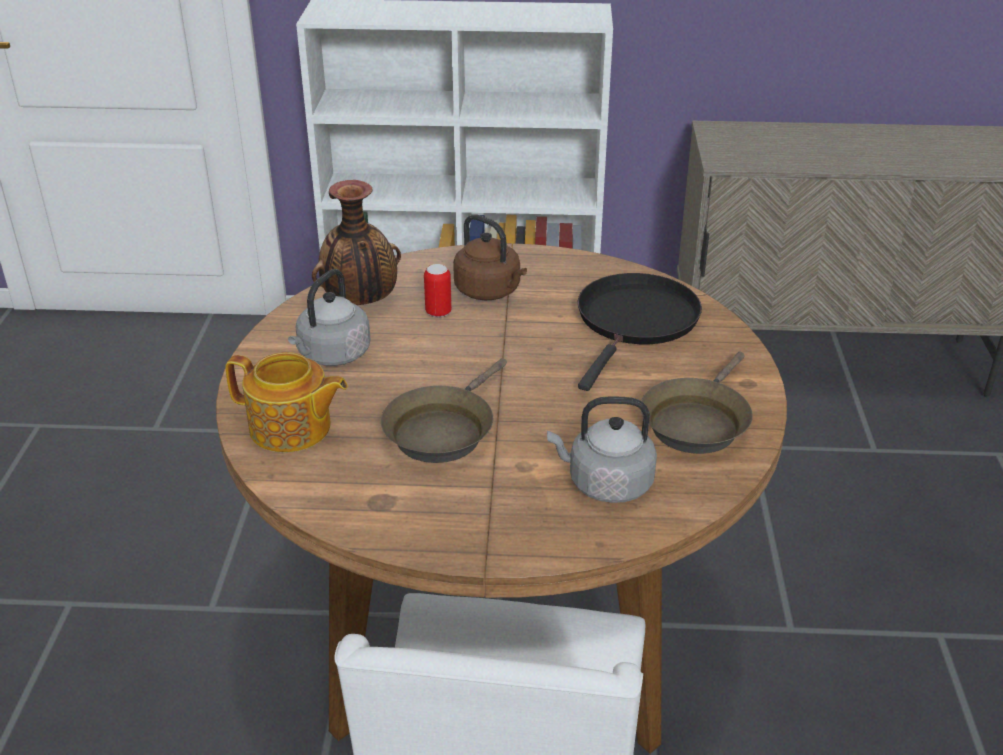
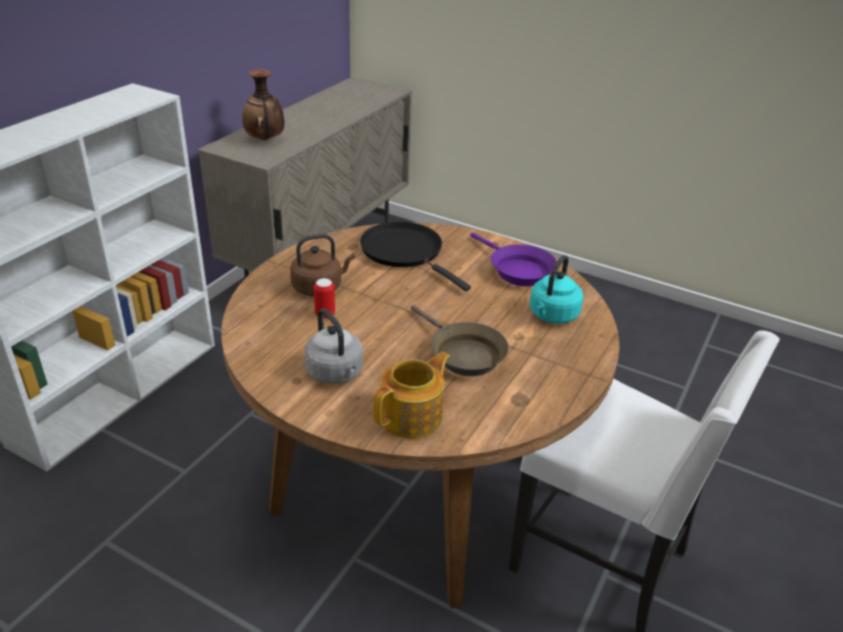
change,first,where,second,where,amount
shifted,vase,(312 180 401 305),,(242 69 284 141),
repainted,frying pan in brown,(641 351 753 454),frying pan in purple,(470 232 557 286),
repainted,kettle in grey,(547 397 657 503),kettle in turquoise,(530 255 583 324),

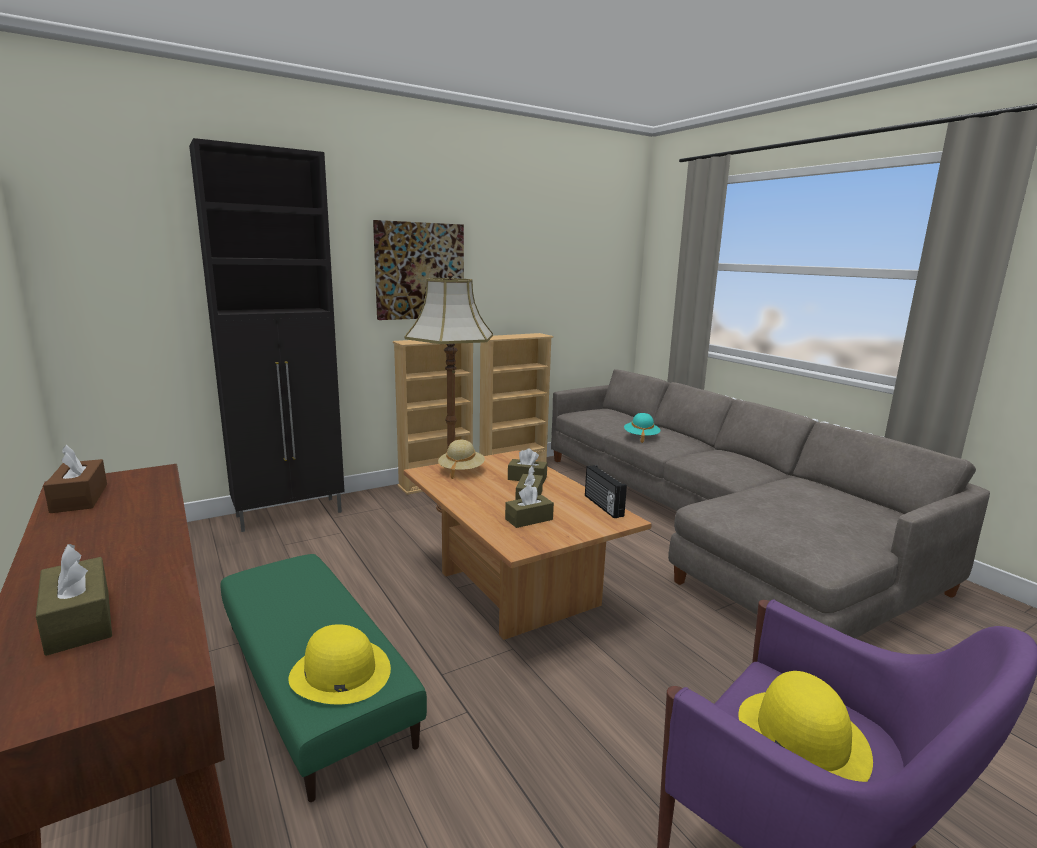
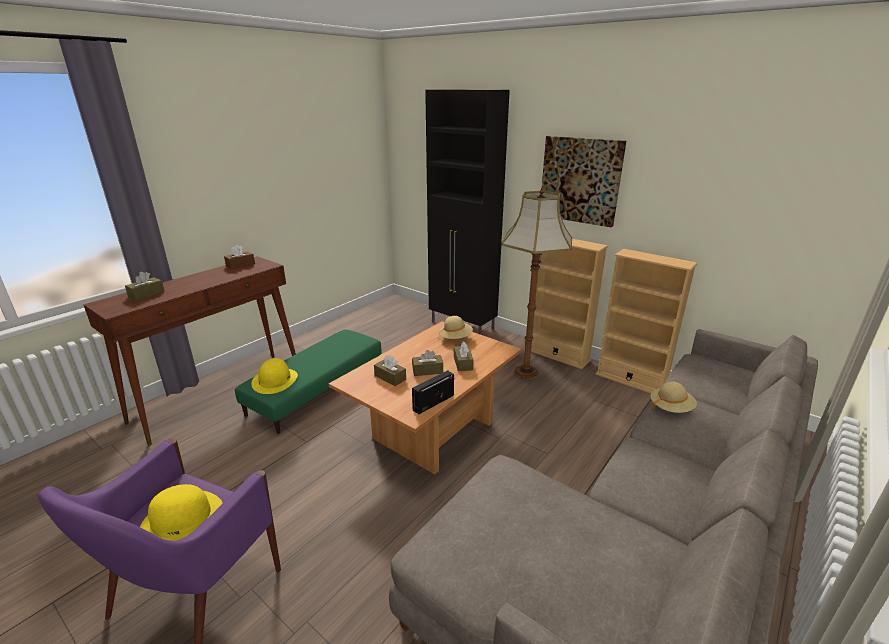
change,first,where,second,where,amount
repainted,hat in turquoise,(624 413 660 443),hat in beige,(650 381 697 413),

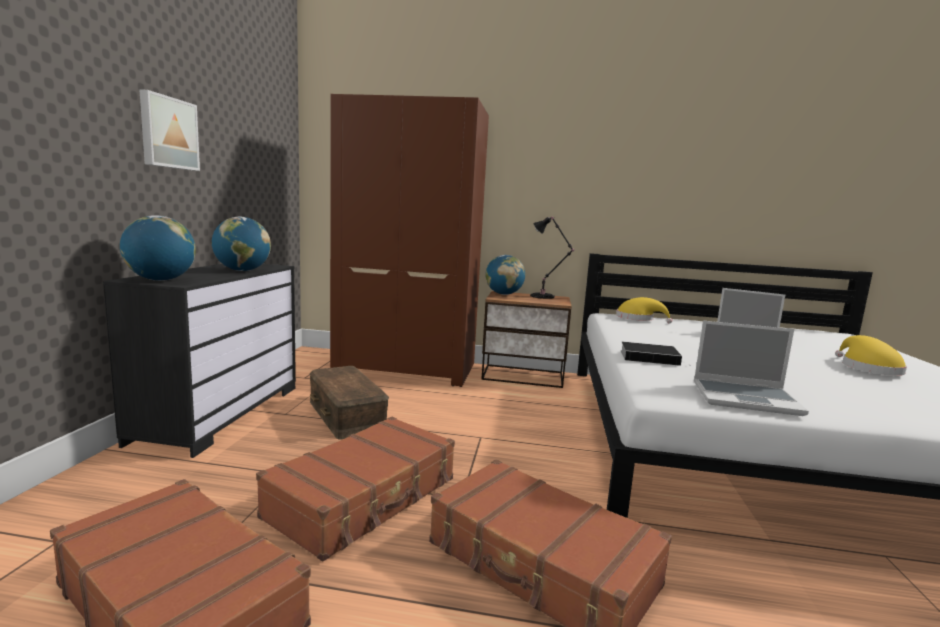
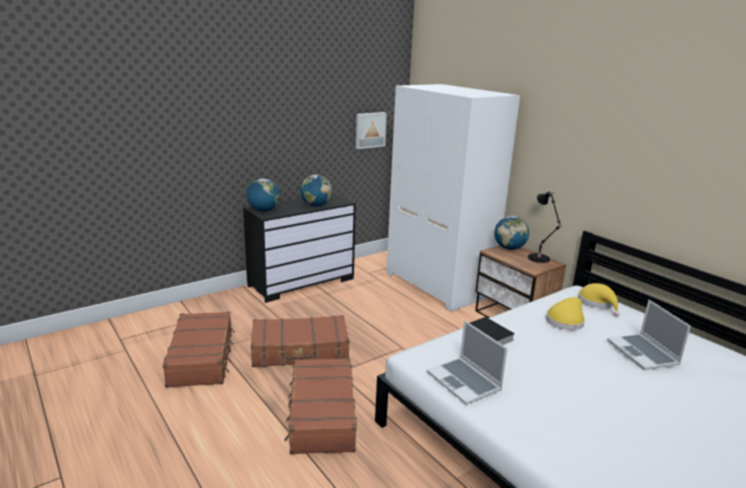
change,first,where,second,where,amount
shifted,picture,(140 90 200 171),,(356 112 387 149),
repainted,wardrobe in brown,(330 94 489 387),wardrobe in white,(386 84 520 312),
shifted,hat in yellow,(835 335 907 376),,(546 297 585 330),
gone,storage box in brown,(309 366 389 439),,,

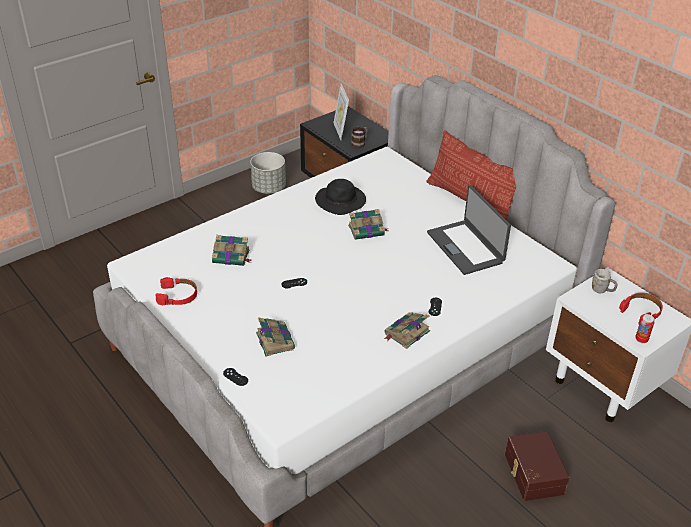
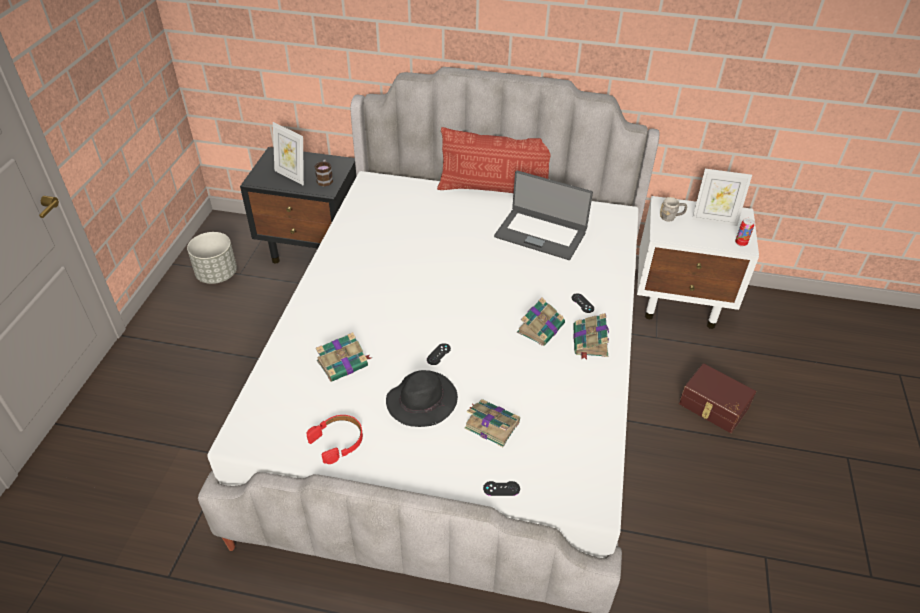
change,first,where,second,where,amount
shifted,hat in black,(315 179 366 215),,(386 370 458 427),
shifted,book,(348 209 388 240),,(517 297 565 346),
swapped,headphones in red,(619 293 663 324),picture frame,(692 169 752 226),

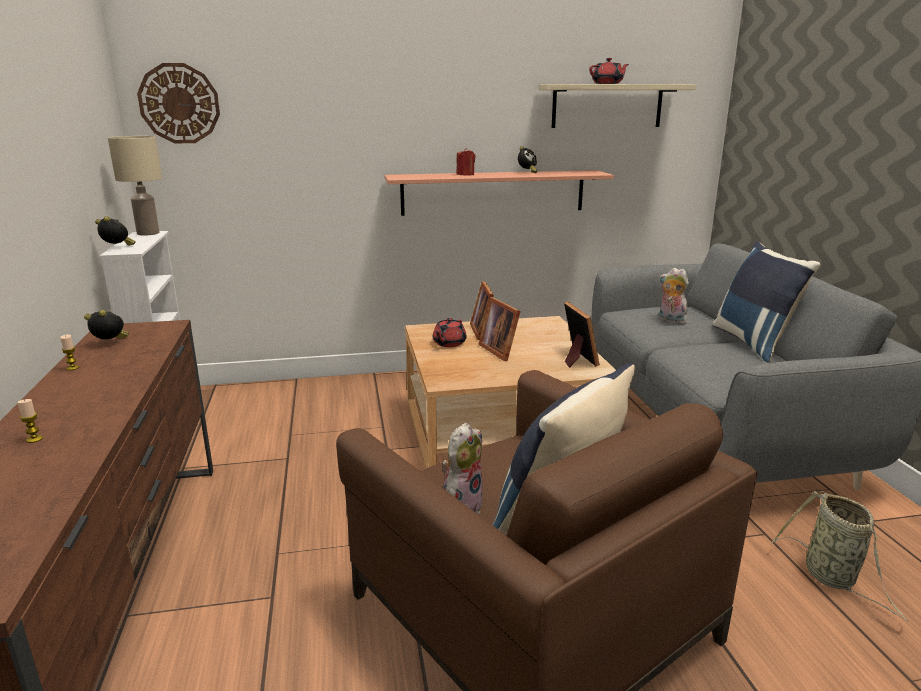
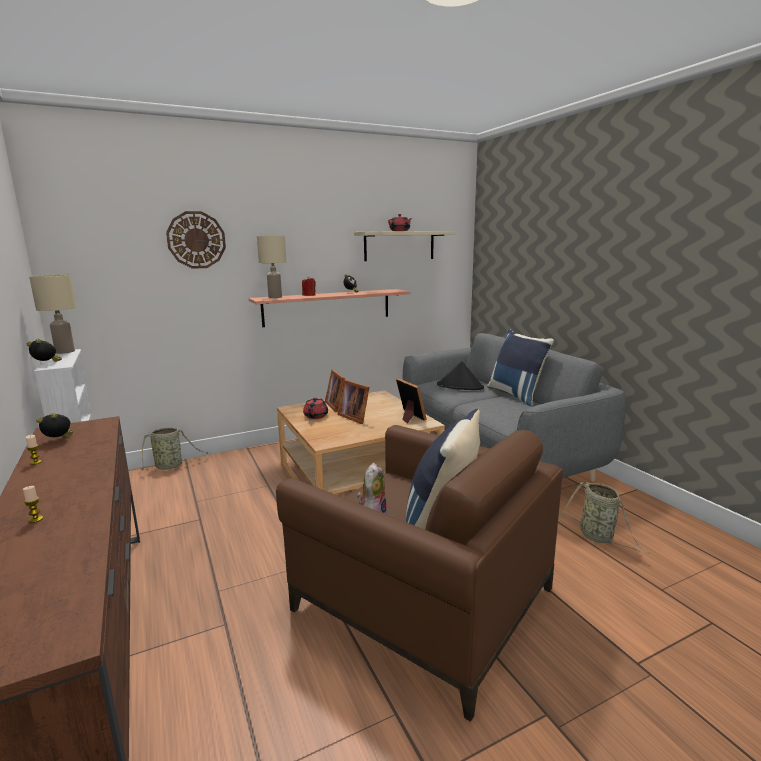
change,first,where,second,where,amount
shifted,wall clock,(137 63 220 143),,(166 211 226 269),
swapped,plush toy,(659 268 689 325),hat in black,(437 361 484 390),
new,,,table lamp in beige,(257 236 286 298),
new,,,basket,(139 428 208 470),

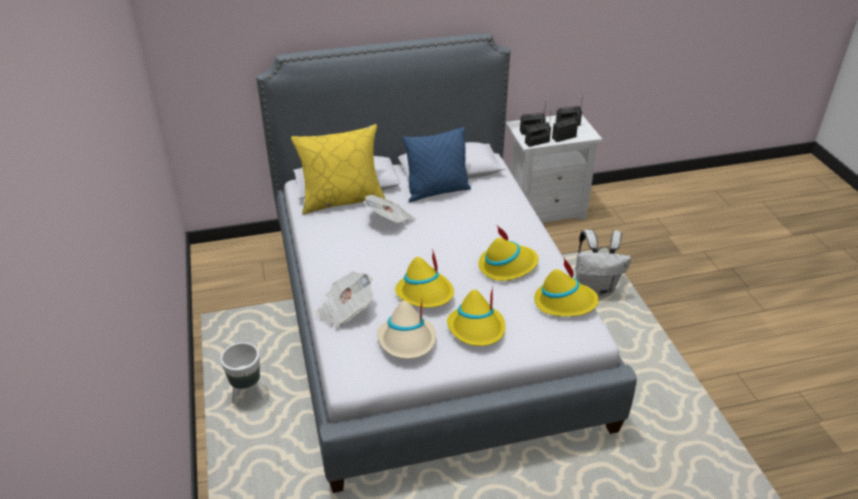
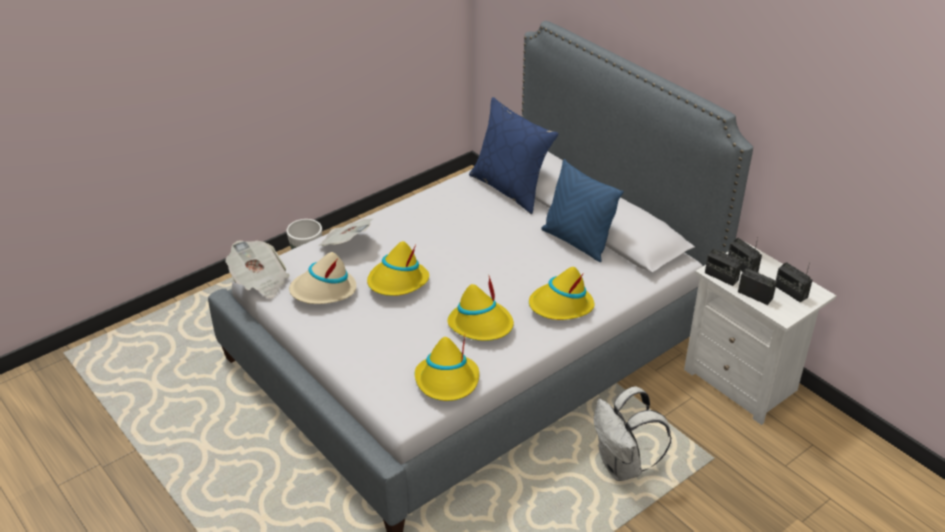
change,first,where,second,where,amount
repainted,pillow in yellow,(291 124 385 214),pillow in blue,(469 97 558 214),
shifted,newspaper,(363 195 416 223),,(226 240 290 298),
shifted,hat in yellow,(447 285 505 346),,(529 267 594 320),

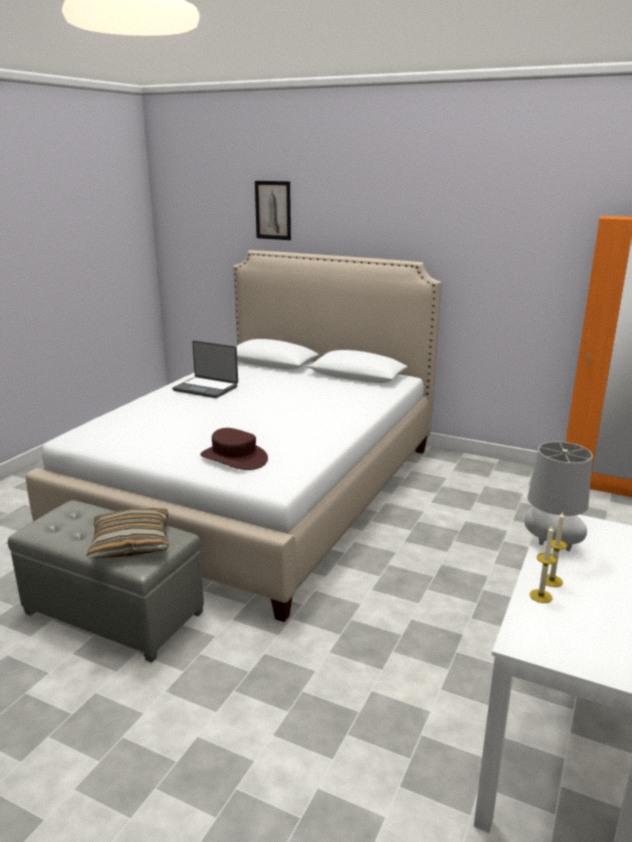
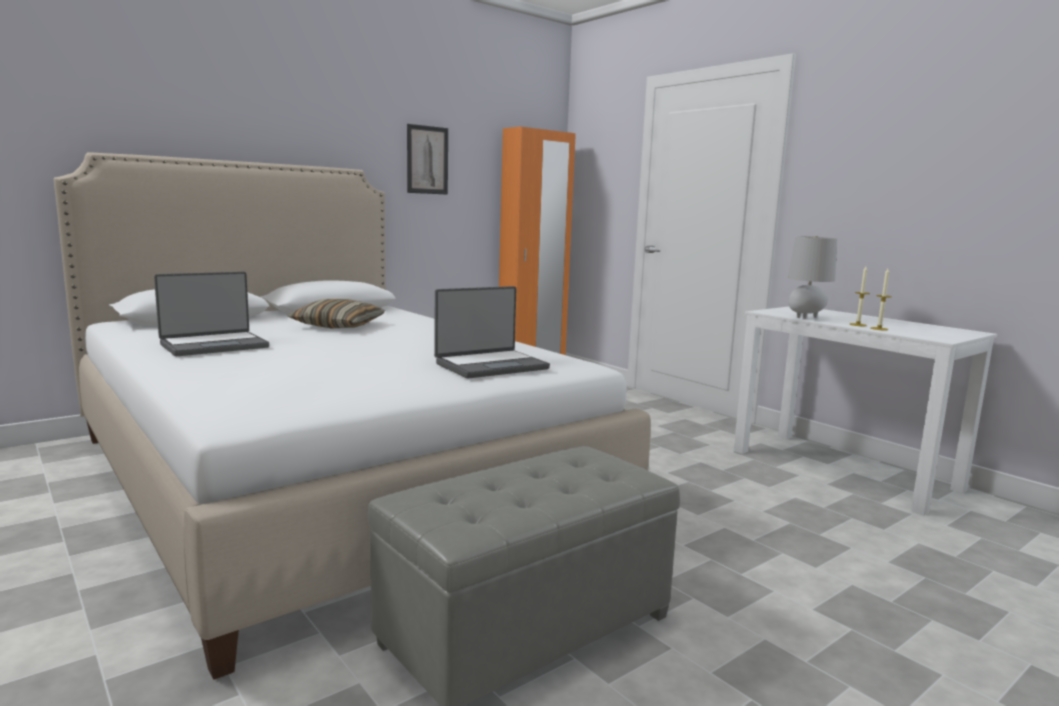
change,first,where,second,where,amount
shifted,picture,(255 181 291 240),,(407 124 448 195),
swapped,hat in brown,(201 428 268 470),laptop,(434 286 550 378),
shifted,pillow,(86 508 169 558),,(287 299 385 328),

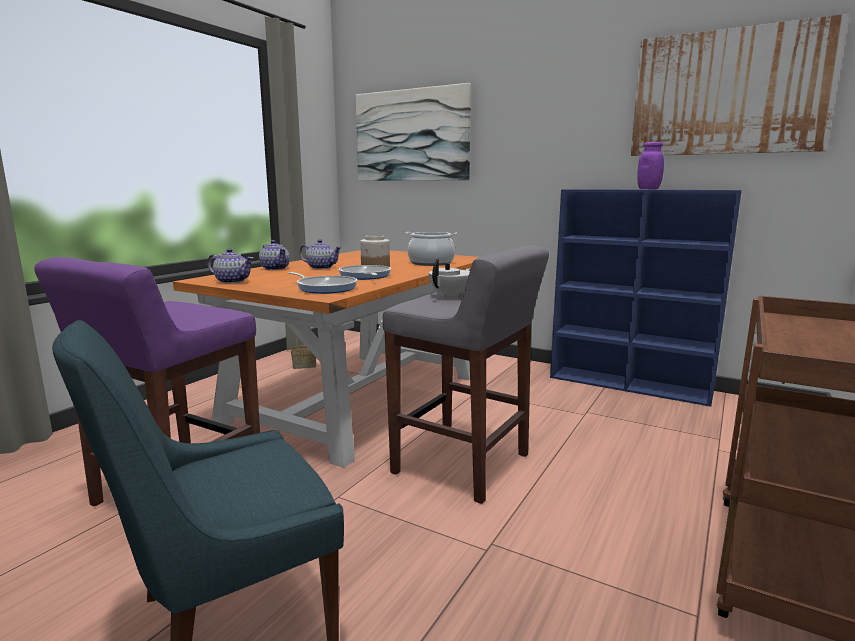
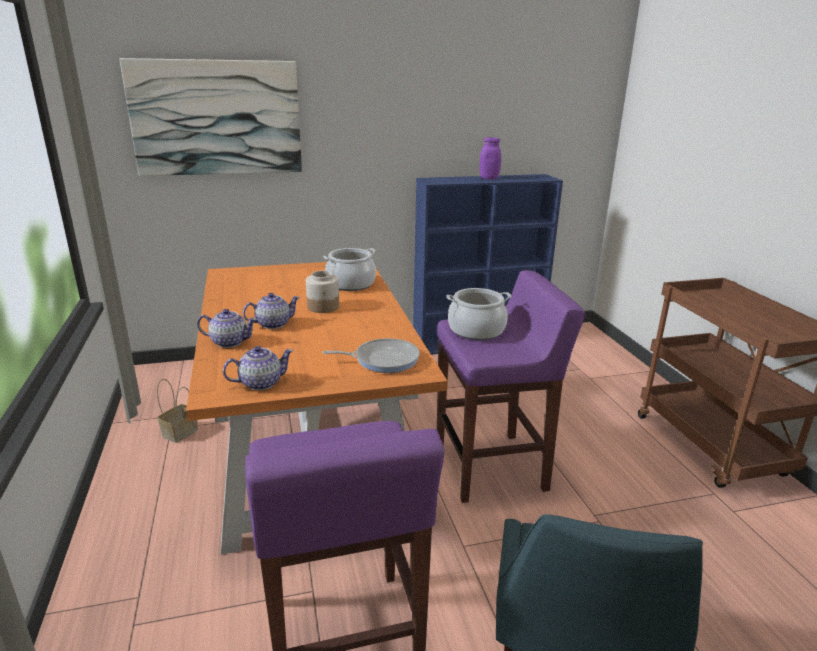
change,first,where,second,where,amount
gone,picture,(631 13 850 156),,,
repainted,stool in grey,(383 245 549 504),stool in purple,(437 270 585 503),
swapped,teapot in white,(429 259 470 298),cooking pot,(446 288 511 340),
gone,frying pan,(339 265 391 280),,,

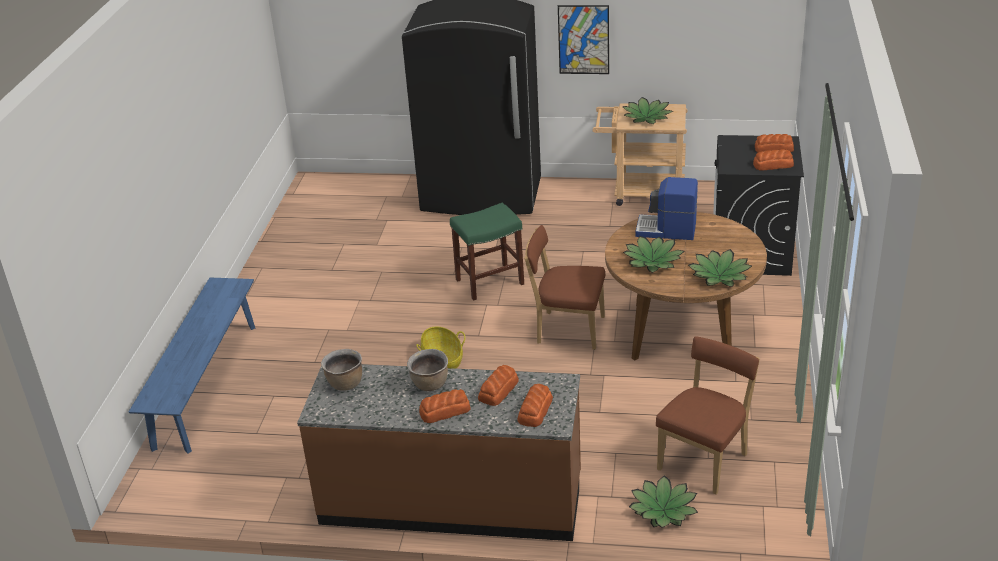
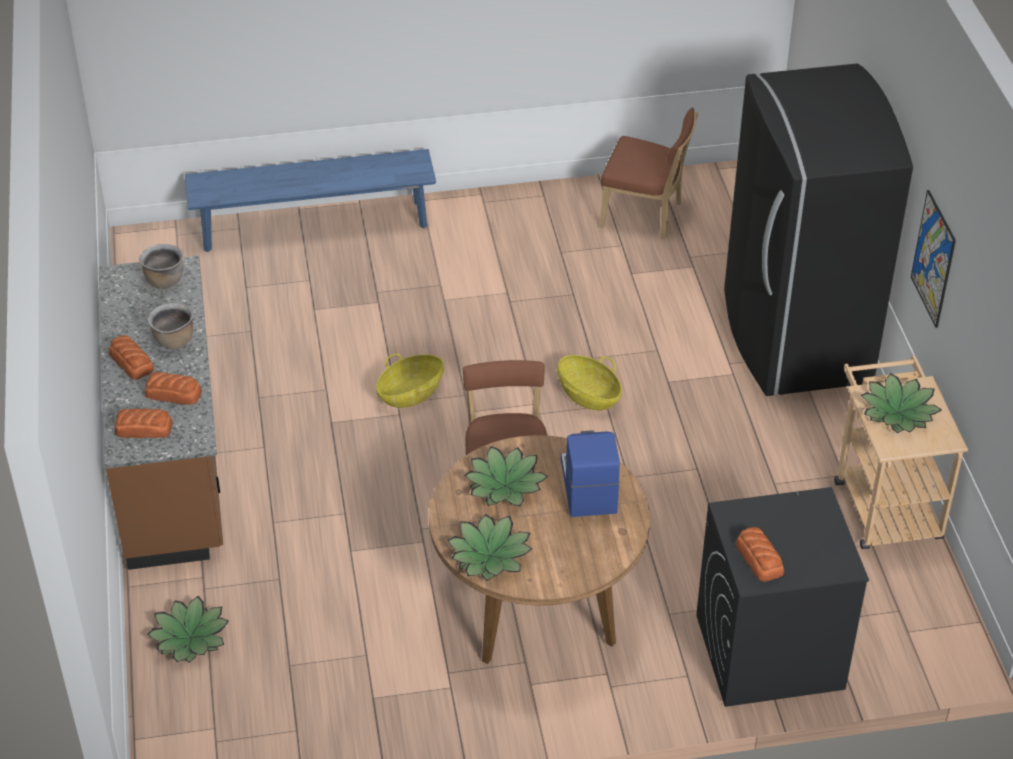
change,first,where,second,where,amount
gone,bread,(755 134 794 152),,,
swapped,stool in green,(450 203 524 300),basket,(557 355 622 410),
shifted,chair in brown,(656 336 760 495),,(600 107 698 240),

